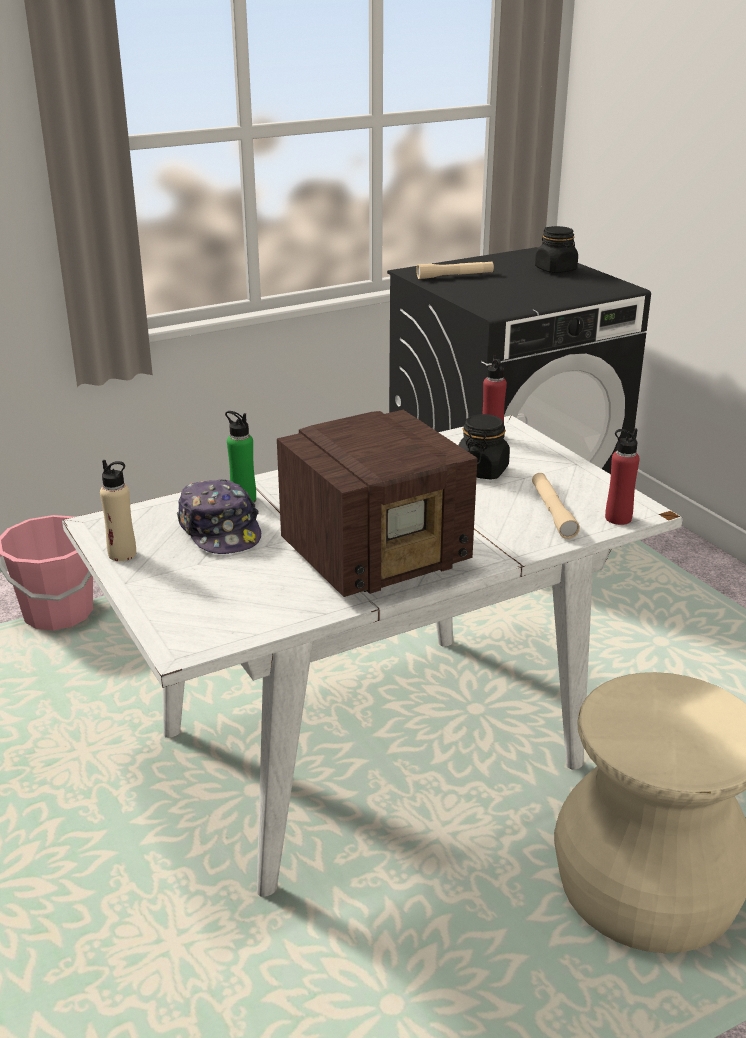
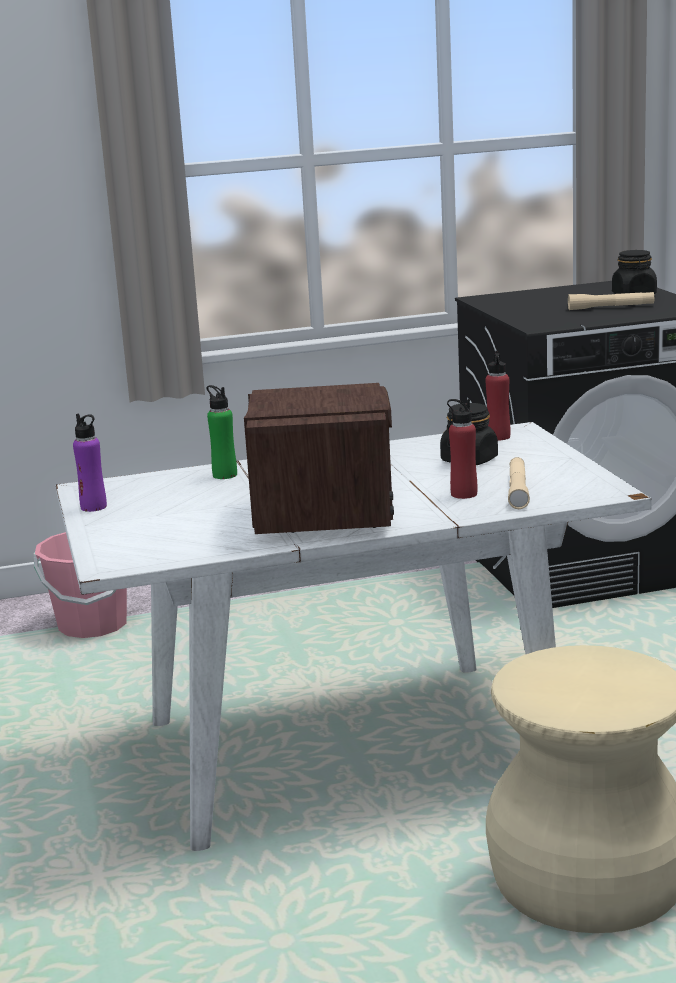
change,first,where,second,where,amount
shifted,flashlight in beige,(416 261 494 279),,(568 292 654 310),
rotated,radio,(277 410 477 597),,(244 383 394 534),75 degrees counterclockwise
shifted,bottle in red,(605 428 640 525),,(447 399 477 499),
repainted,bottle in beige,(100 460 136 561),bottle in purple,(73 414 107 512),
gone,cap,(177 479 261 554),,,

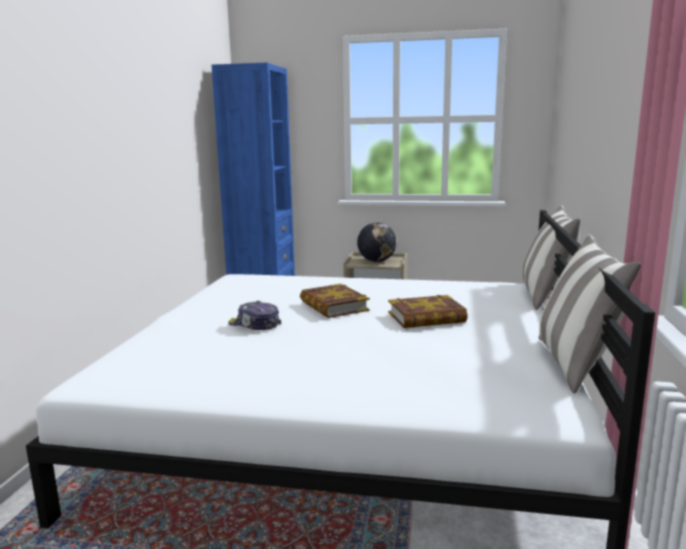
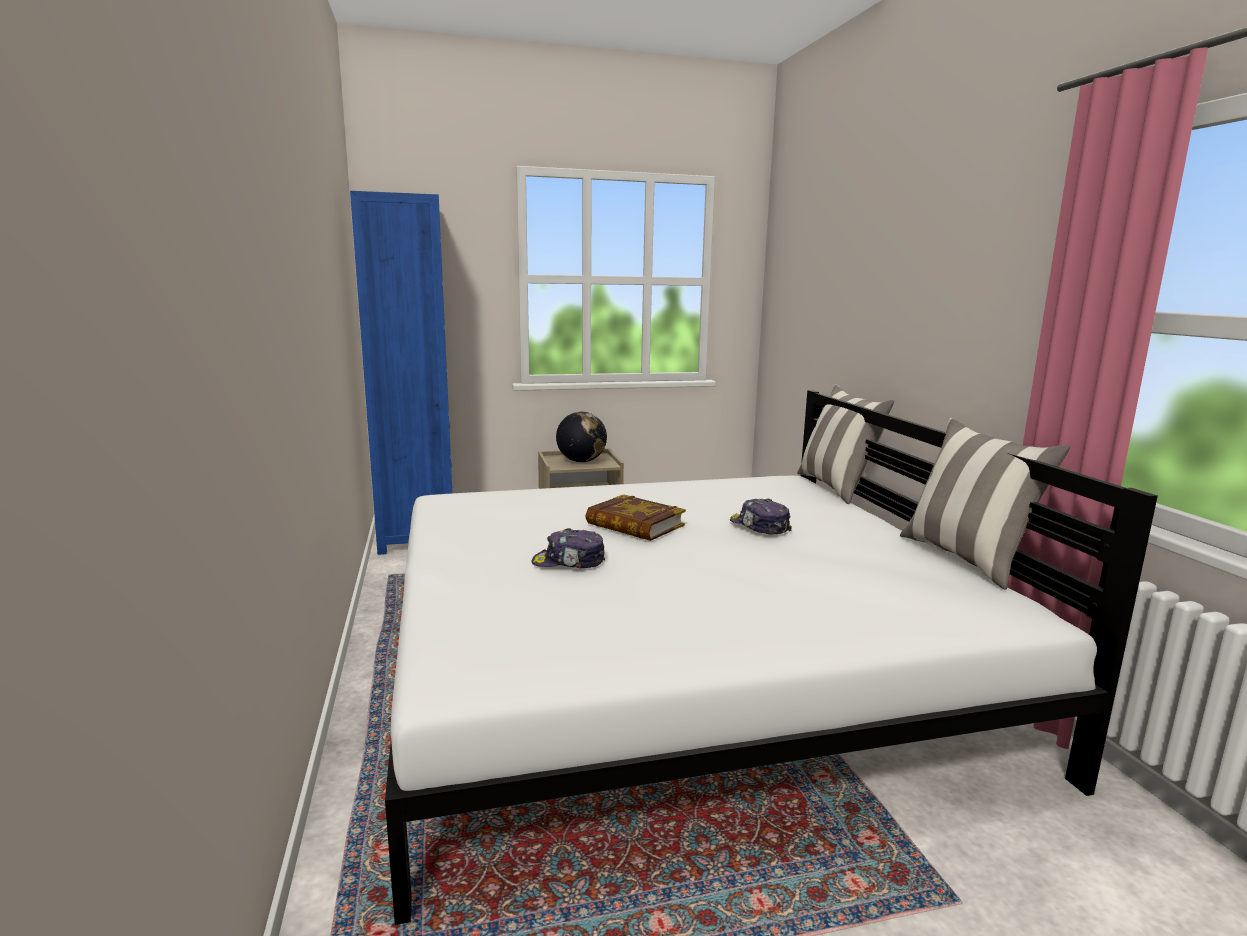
change,first,where,second,where,amount
swapped,book,(388 295 468 328),cap,(730 498 792 534),

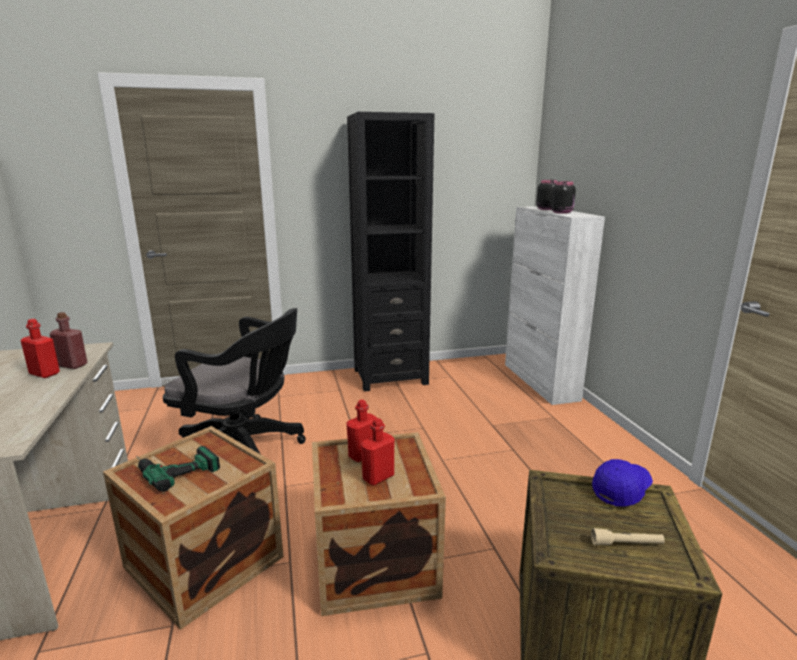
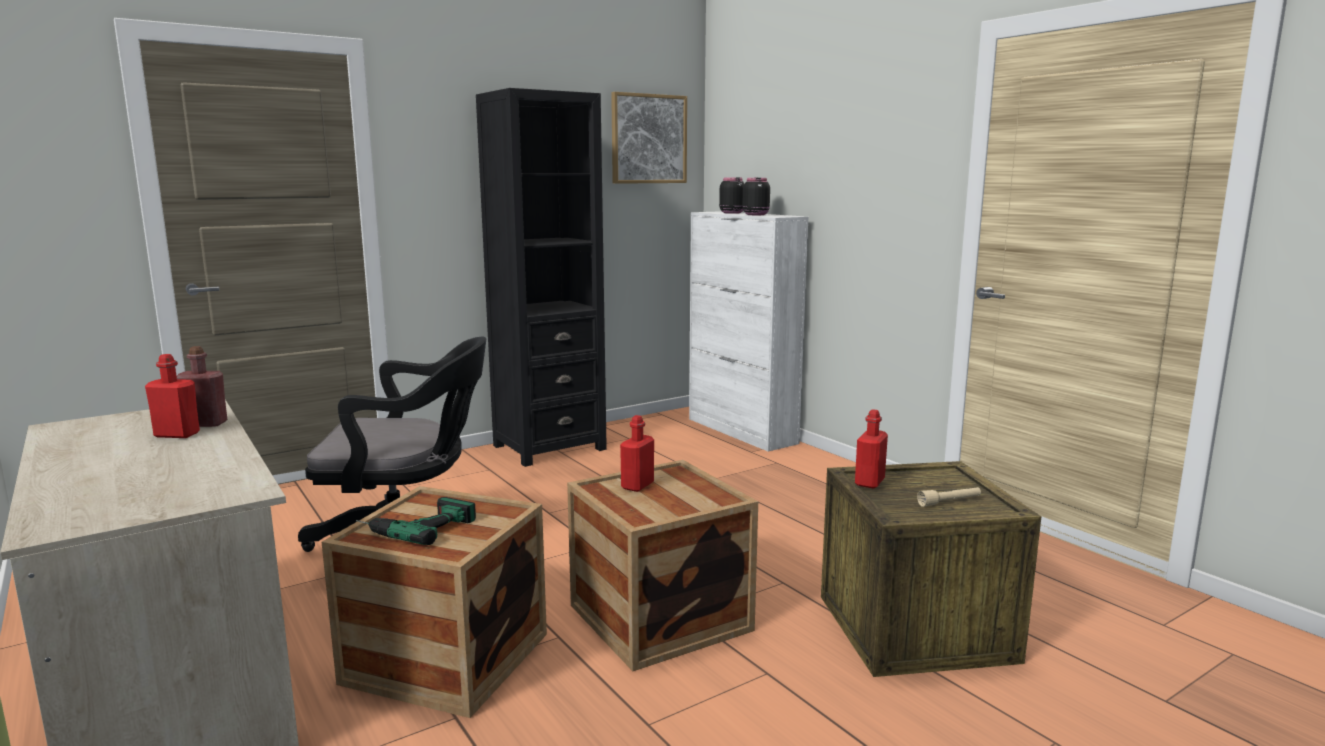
change,first,where,second,where,amount
shifted,bottle in red,(361 418 395 485),,(855 409 888 488),
gone,cap in blue,(592 459 653 507),,,
new,,,picture,(611 92 687 184),

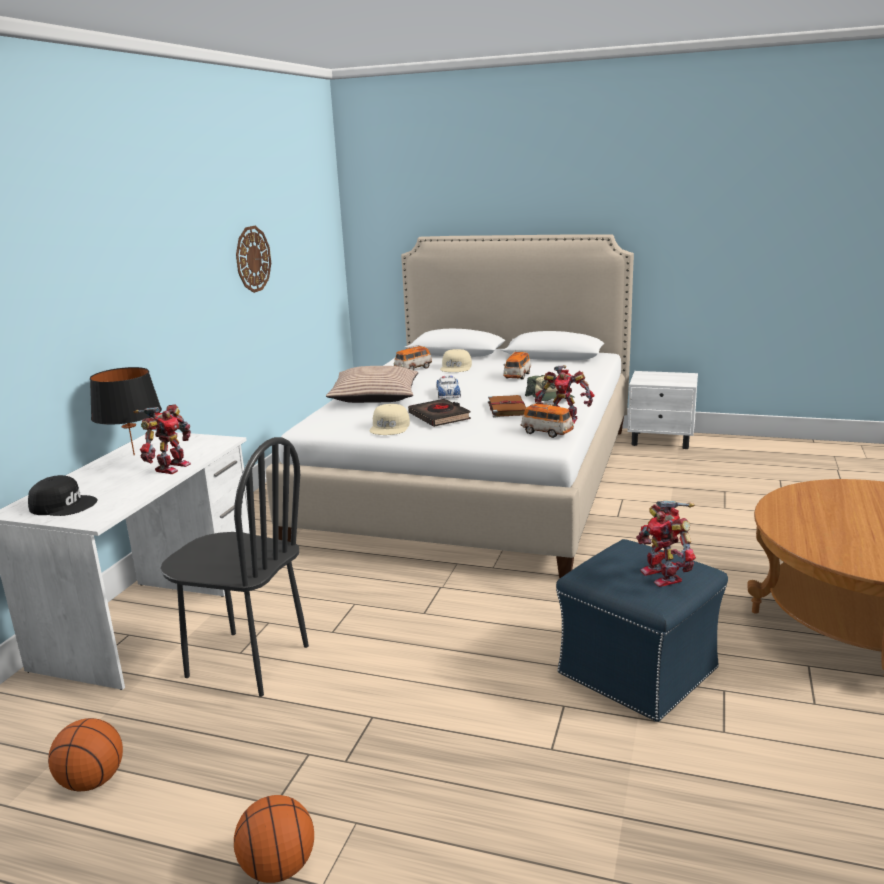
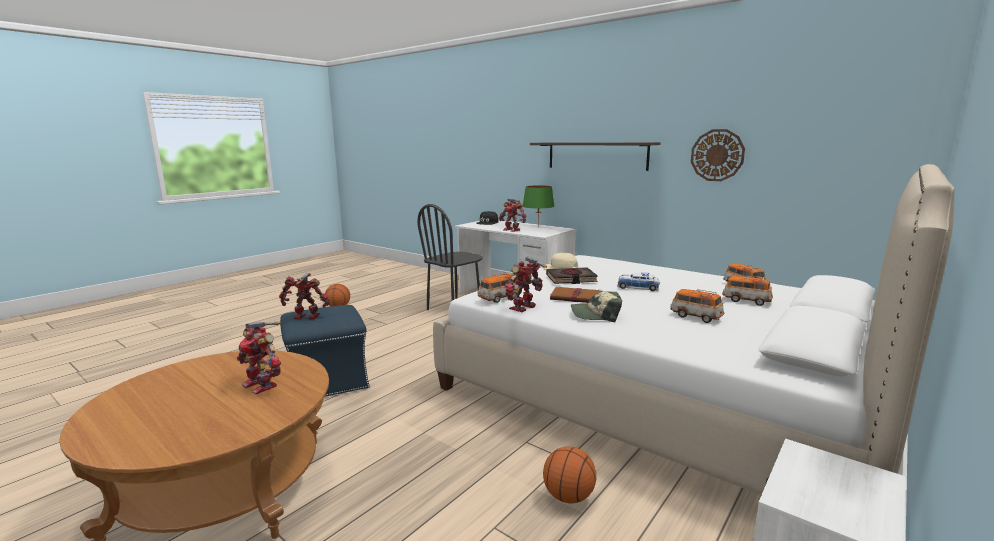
change,first,where,second,where,amount
swapped,cap in beige,(440 349 472 372),toy car,(722 276 773 306),
gone,pillow,(326 366 418 403),,,
repainted,table lamp in black,(90 367 162 455),table lamp in green,(523 185 555 227),
shifted,basketball,(48 718 123 791),,(543 446 596 503),
new,,,shelf,(530 142 661 171),
new,,,toy robot,(237 321 281 394),

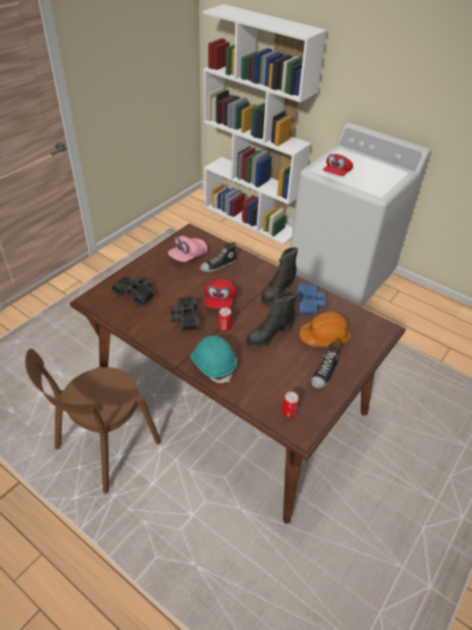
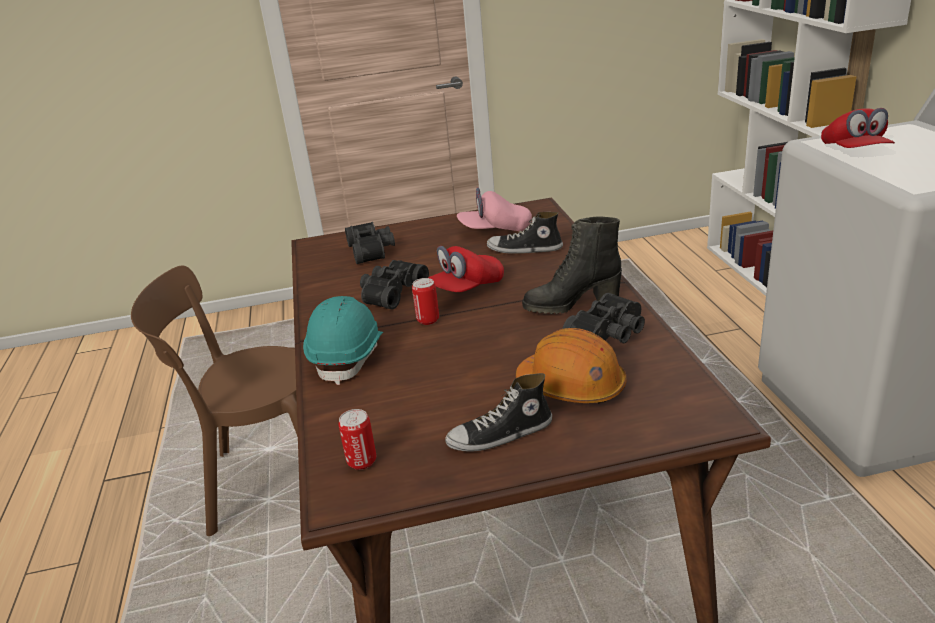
change,first,where,second,where,amount
rotated,cap in red,(323 154 353 176),,(821 108 895 148),75 degrees counterclockwise
repainted,binoculars in blue,(298 283 325 316),binoculars in black,(563 293 645 344),
gone,boot in black,(246 292 297 348),,,

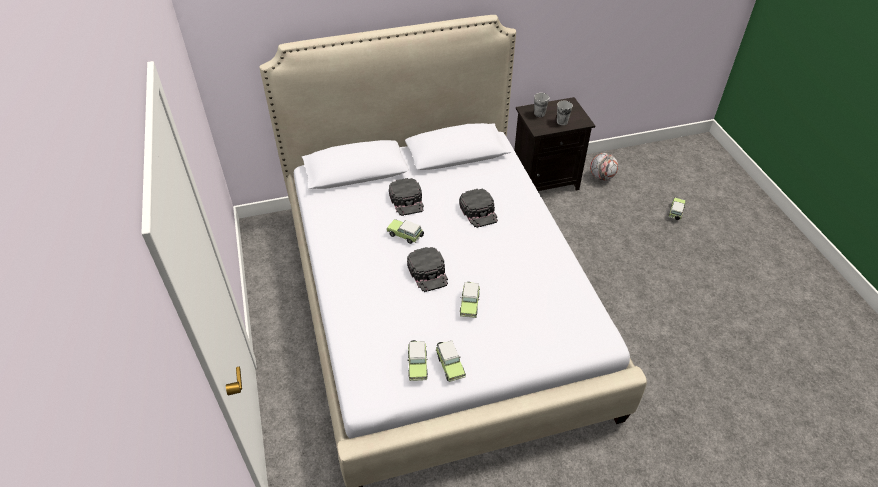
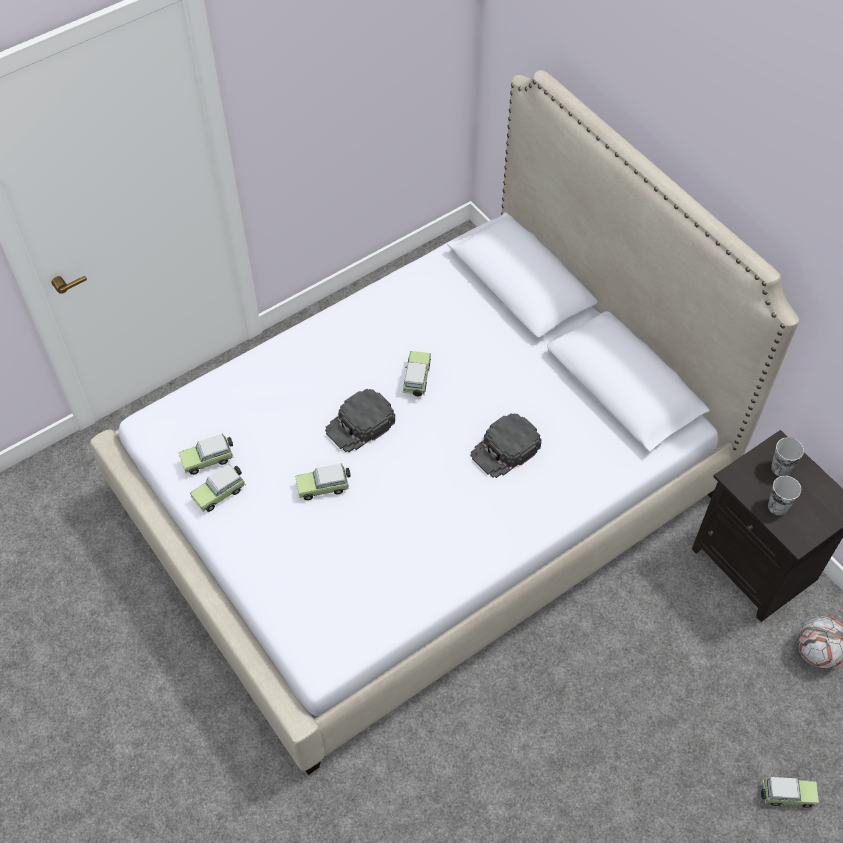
change,first,where,second,where,amount
gone,cap in black,(389 178 424 216),,,

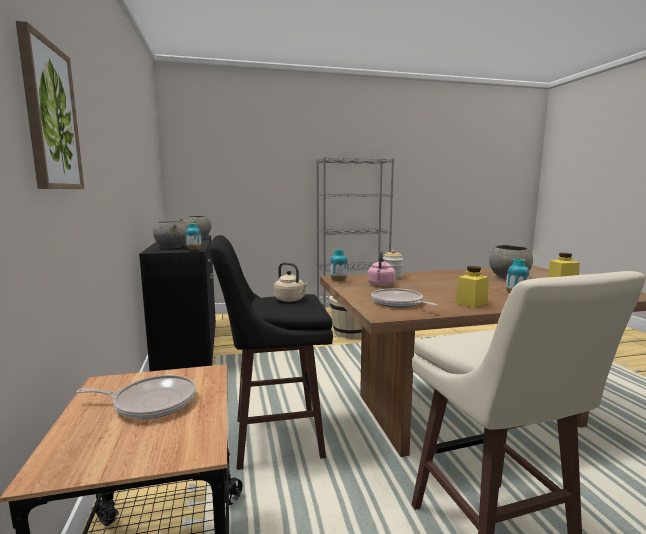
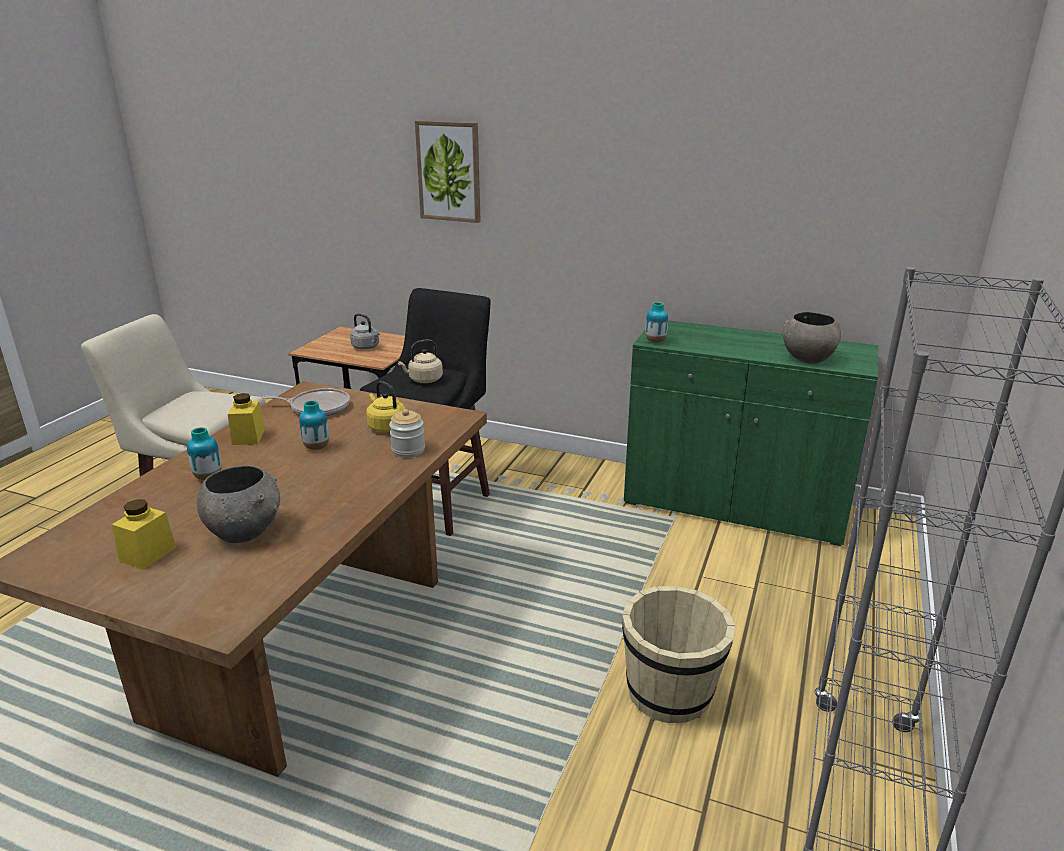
change,first,where,second,where,amount
gone,bowl in grey,(153 221 189 249),,,
repainted,cabinet in black,(139 235 216 371),cabinet in green,(624 320 878 546),
shifted,vase,(330 249 348 281),,(299 400 329 450),
repainted,kettle in pink,(368 250 396 286),kettle in yellow,(366 381 406 433),
swapped,frying pan,(77 375 196 419),kettle in grey,(350 313 380 349),

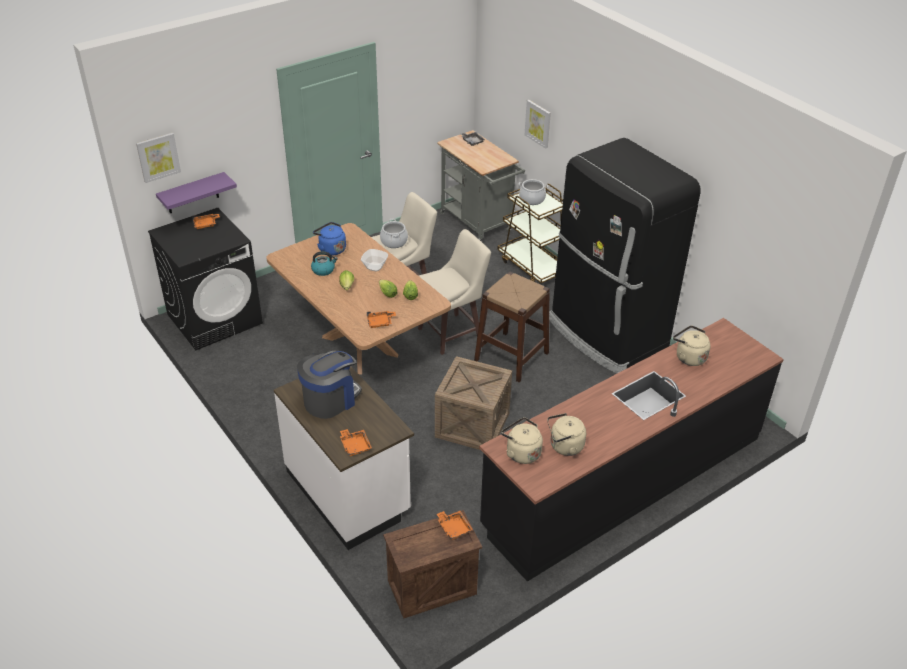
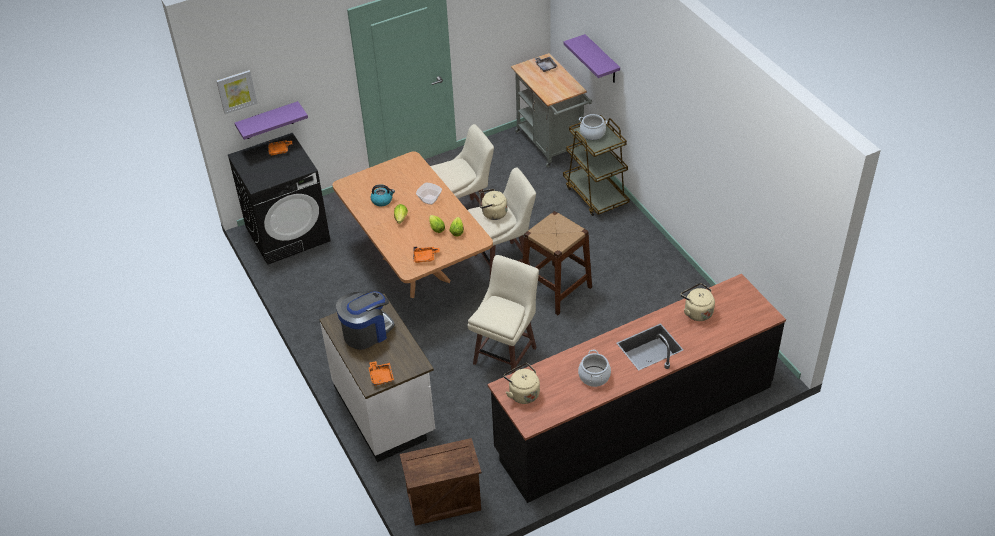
change,first,where,second,where,amount
swapped,picture,(525 100 551 149),shelf in purple,(564 34 620 83),
gone,fridge in black,(549 138 701 374),,,
shifted,cooking pot,(380 219 408 248),,(578 350 611 387),
gone,kettle in blue,(313 222 346 256),,,
swapped,crate,(435 356 512 450),stool in beige,(468 255 539 373),
shifted,kettle in beige,(547 413 586 456),,(480 189 507 220),
gone,tray in orange,(437 511 473 540),,,

